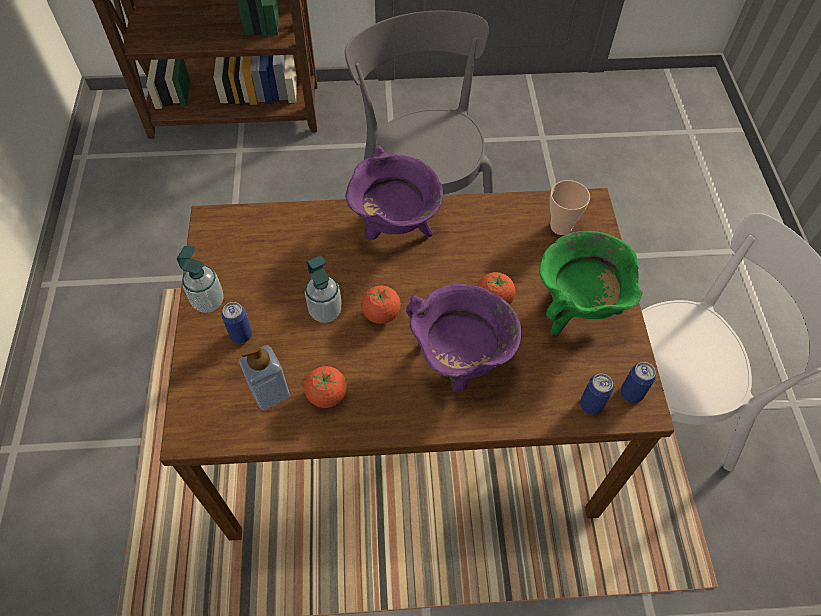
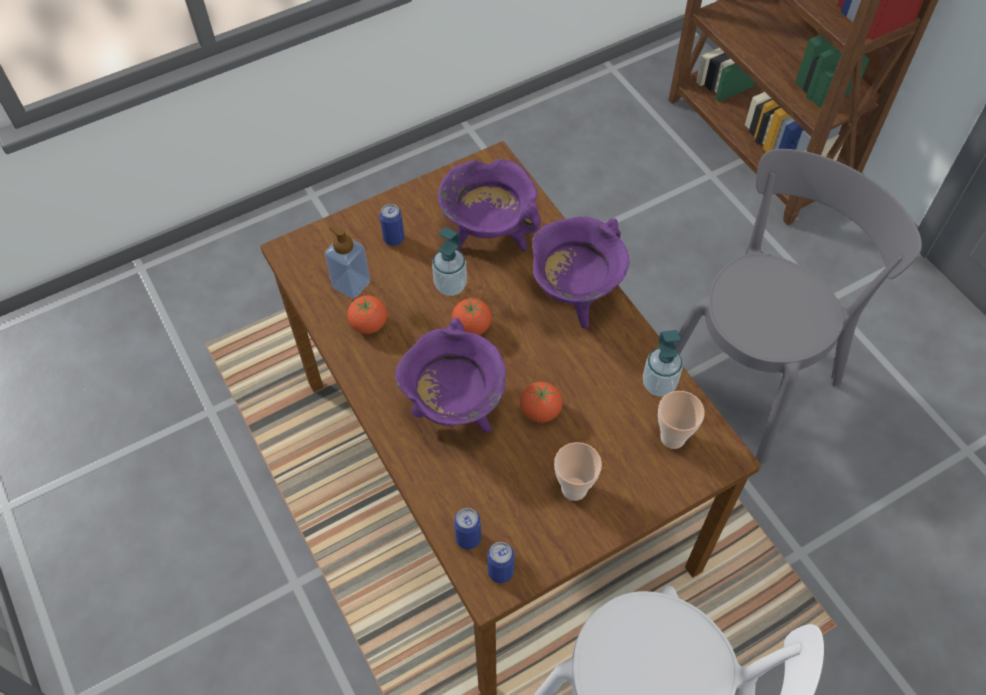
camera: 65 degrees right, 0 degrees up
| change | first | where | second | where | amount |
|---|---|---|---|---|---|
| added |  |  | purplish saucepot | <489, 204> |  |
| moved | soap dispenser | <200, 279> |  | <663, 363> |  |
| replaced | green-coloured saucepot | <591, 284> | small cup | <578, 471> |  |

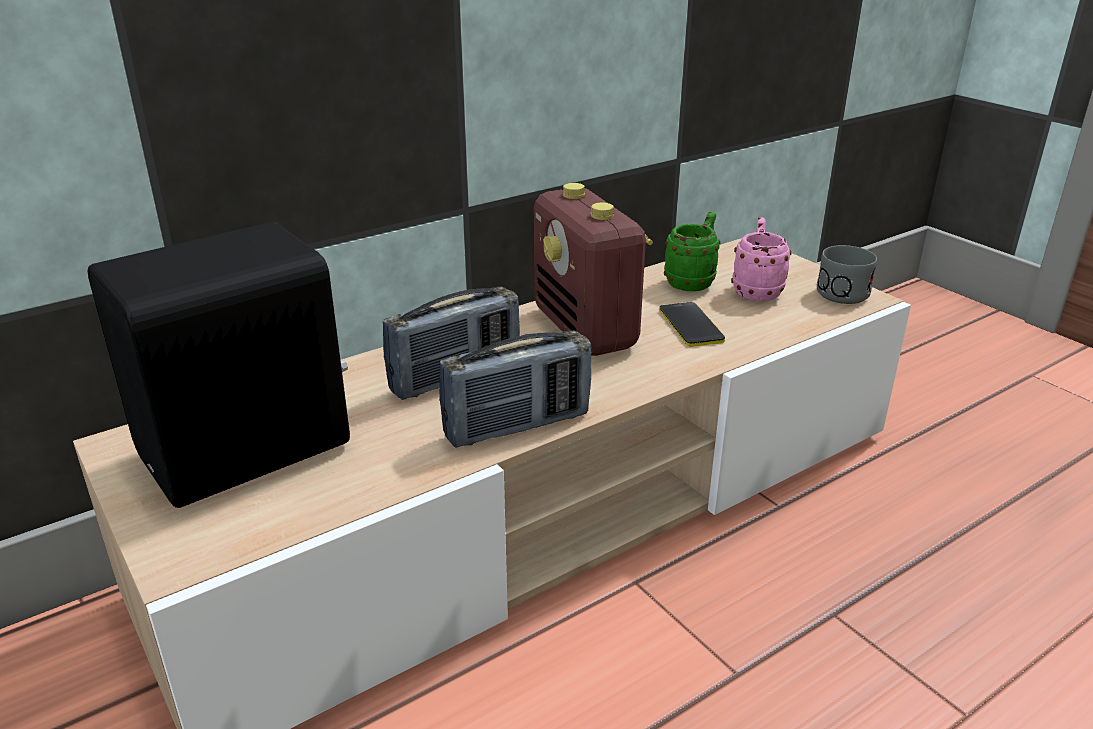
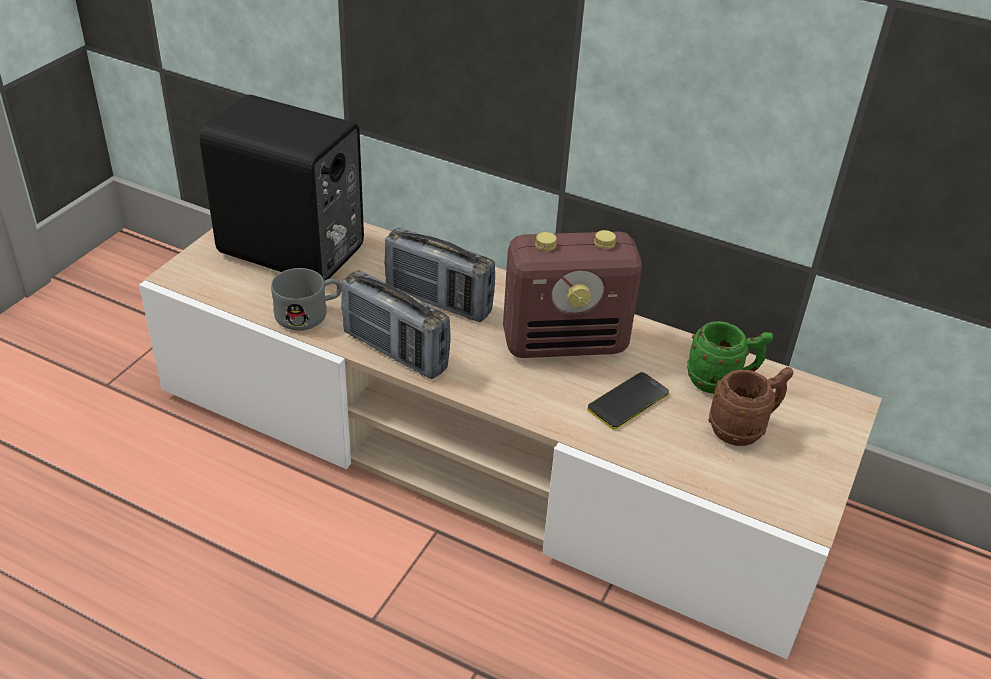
camera: 60 degrees right, 10 degrees up
| change | first | where | second | where | amount |
|---|---|---|---|---|---|
| moved | grey coffee mug | <847, 274> |  | <306, 299> |  |
| recoloured | pink coffee mug | <761, 259> | brown-coloured coffee mug | <751, 406> |  |
| turned | radio | <593, 269> |  | <572, 294> | 135 degrees counterclockwise |

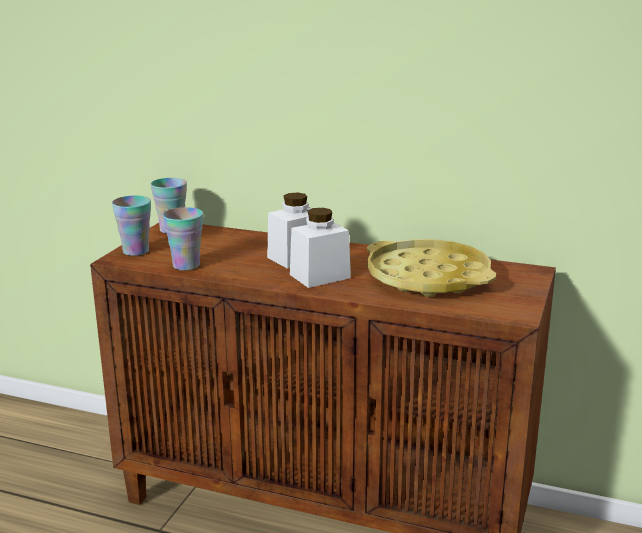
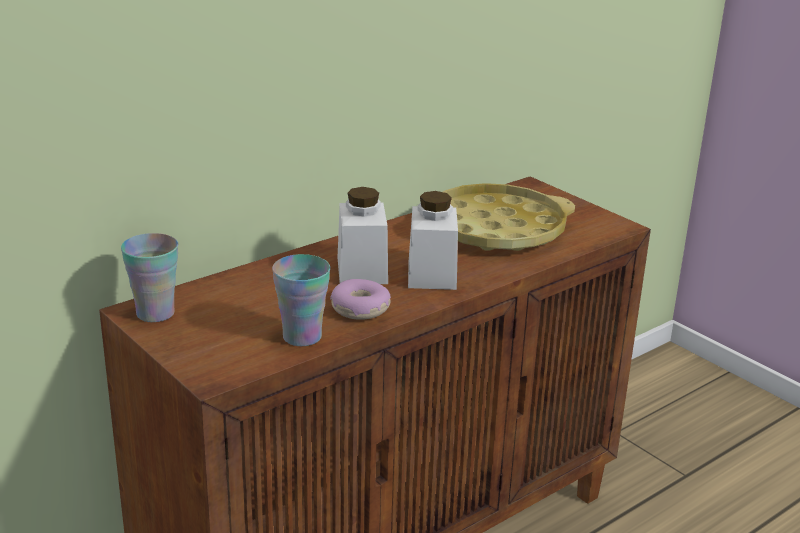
camera: 60 degrees left, 5 degrees up
| change | first | where | second | where | amount |
|---|---|---|---|---|---|
| removed | small cup | <131, 226> |  |  |  |
| added |  |  | doughnut | <360, 299> |  |

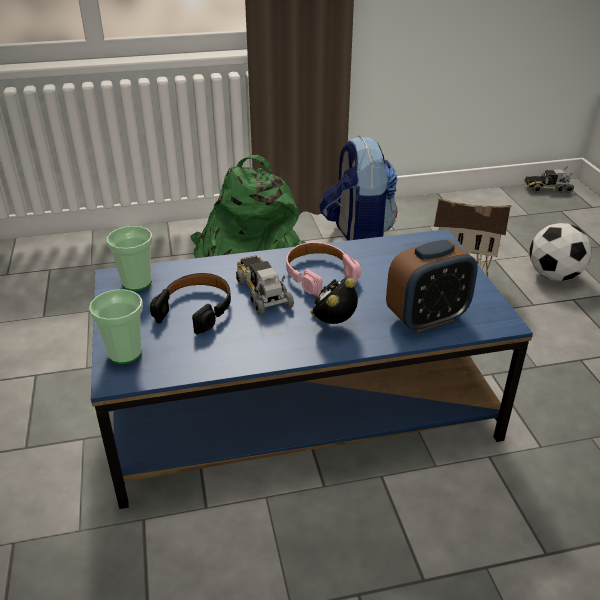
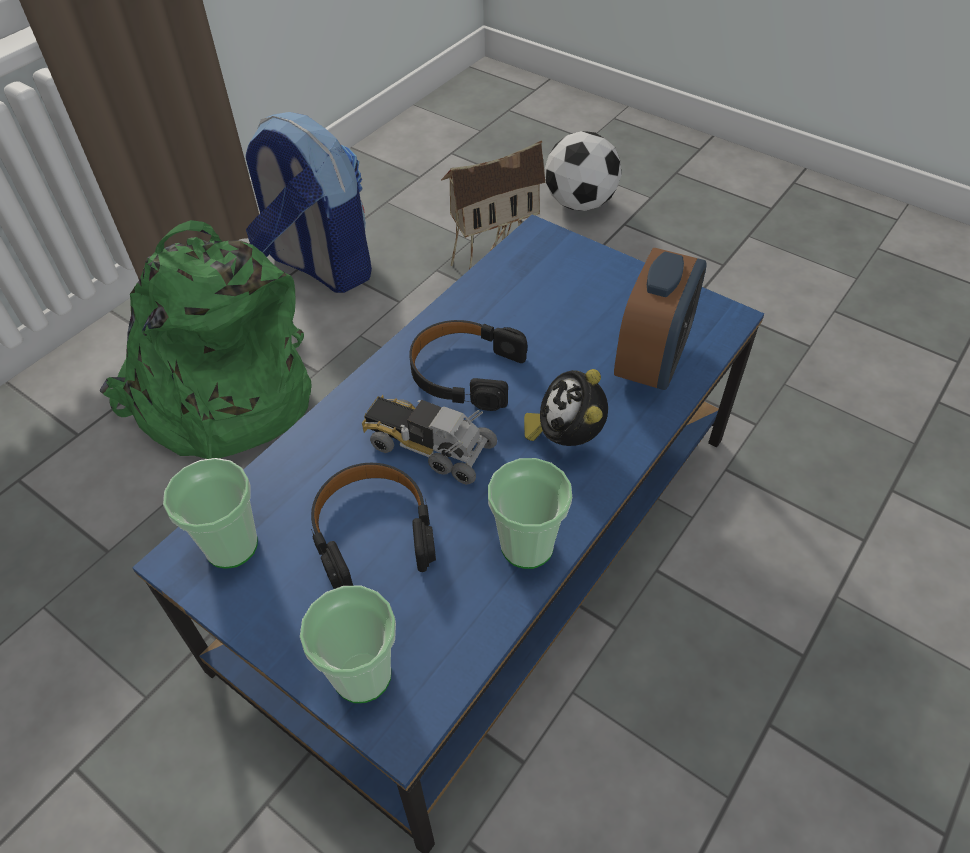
camera: 40 degrees left, 15 degrees up
| change | first | where | second | where | amount |
|---|---|---|---|---|---|
| removed | toy lorry | <549, 180> |  |  |  |
| added |  |  | small cup | <530, 513> |  |
| recoloured | pink headphones | <323, 269> | black headphones | <468, 365> |  |

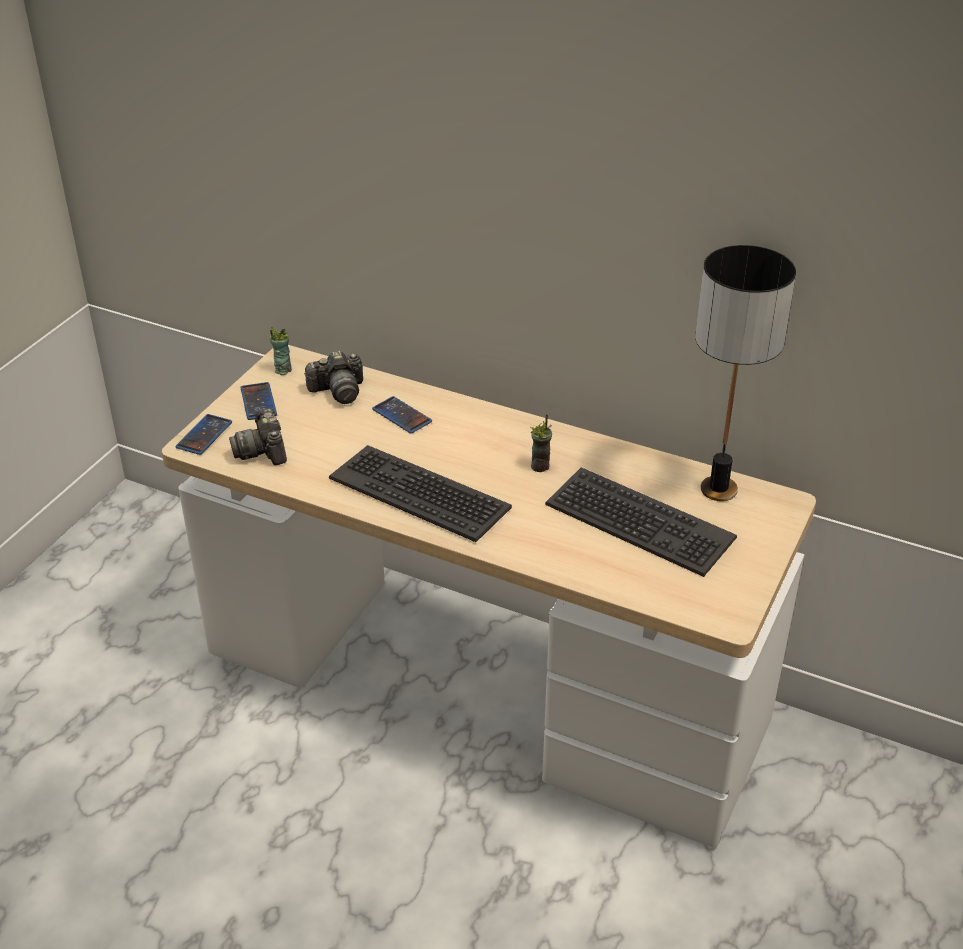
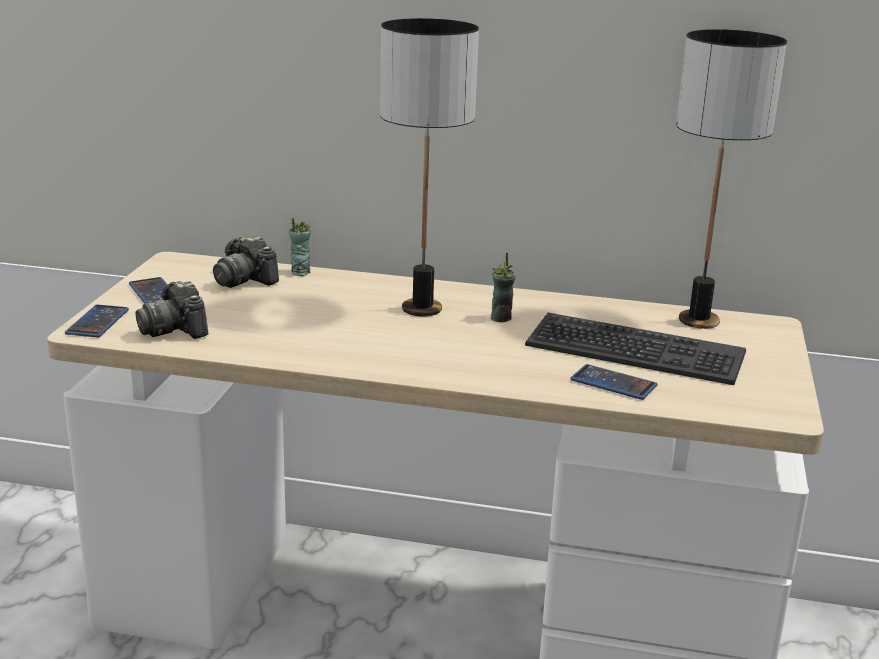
camera: 15 degrees left, 15 degrees down
| change | first | where | second | where | amount |
|---|---|---|---|---|---|
| removed | computer keyboard | <420, 493> |  |  |  |
| added |  |  | table lamp | <429, 167> |  |
| moved | small cup | <281, 351> |  | <300, 247> |  |
| moved | handset | <402, 415> |  | <614, 382> |  |
| turned | photo camera | <333, 377> |  | <246, 261> | 75 degrees clockwise |

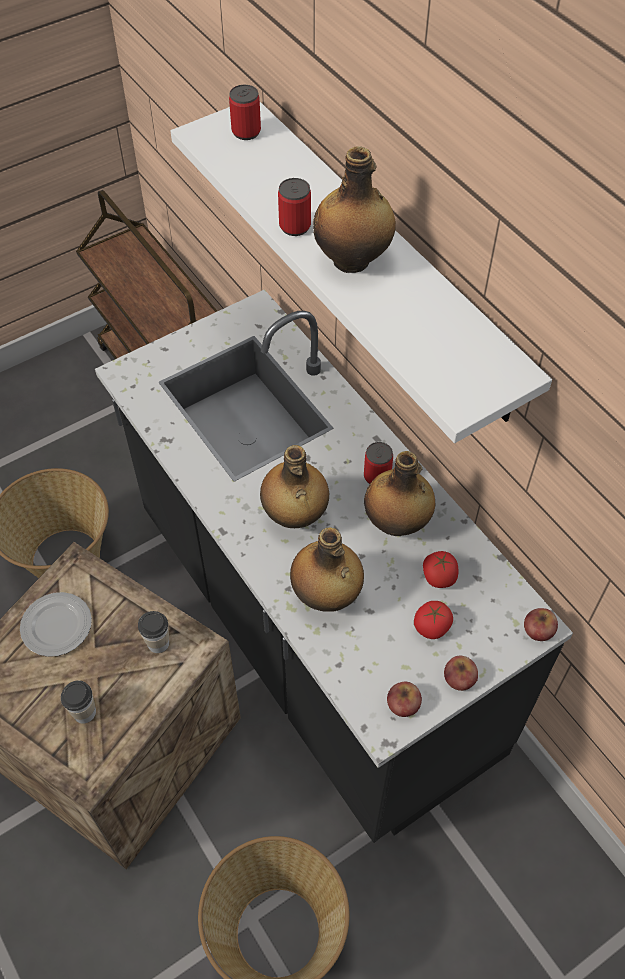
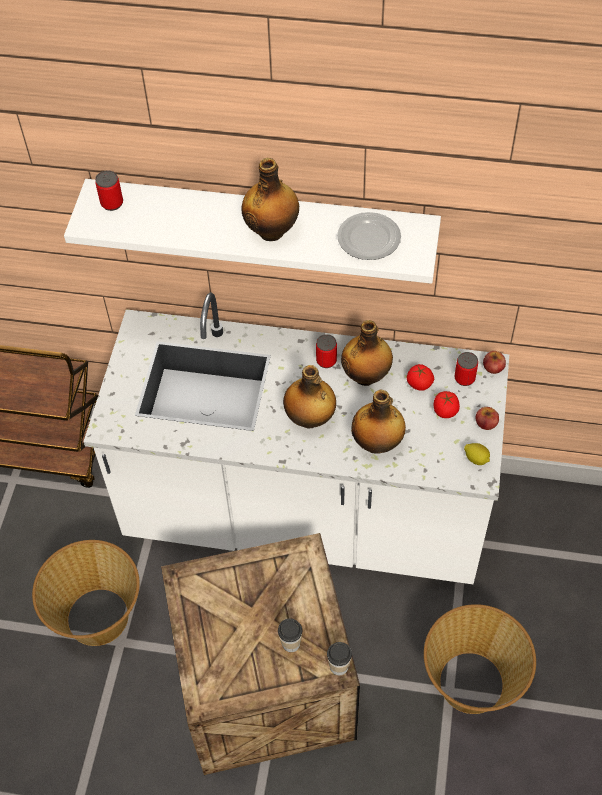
camera: 45 degrees left, 0 degrees up
| change | first | where | second | where | amount |
|---|---|---|---|---|---|
| moved | plate | <56, 624> |  | <369, 236> |  |
| moved | small cup | <153, 632> |  | <339, 658> |  |
| moved | can | <294, 207> |  | <466, 369> |  |
| replaced | whole apple | <404, 699> | whole lemon | <477, 454> |  |
| recoloured | black kitchen counter | <334, 566> | white kitchen counter | <296, 438> |  |

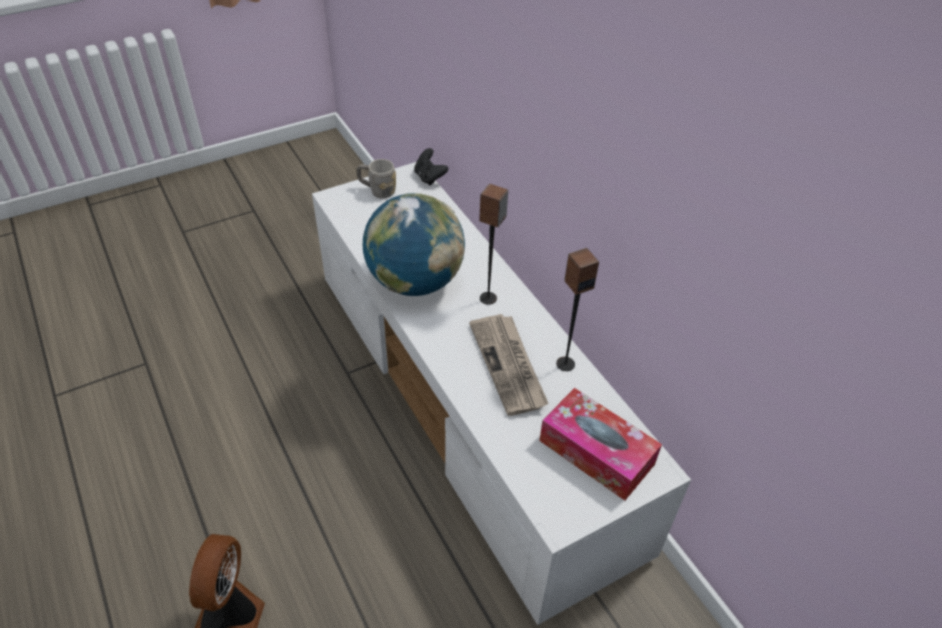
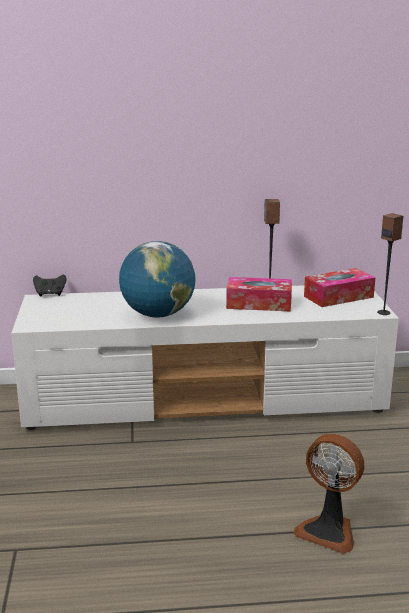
camera: 65 degrees left, 25 degrees down
| change | first | where | second | where | amount |
|---|---|---|---|---|---|
| removed | grey coffee mug | <376, 179> |  |  |  |
| moved | loudspeaker | <493, 244> |  | <390, 264> |  |
| replaced | newspaper | <509, 365> | tissue holder | <259, 294> |  |

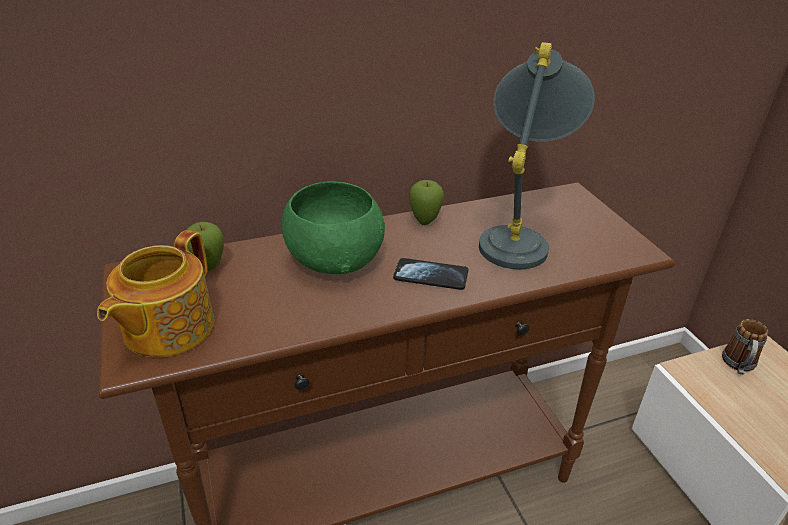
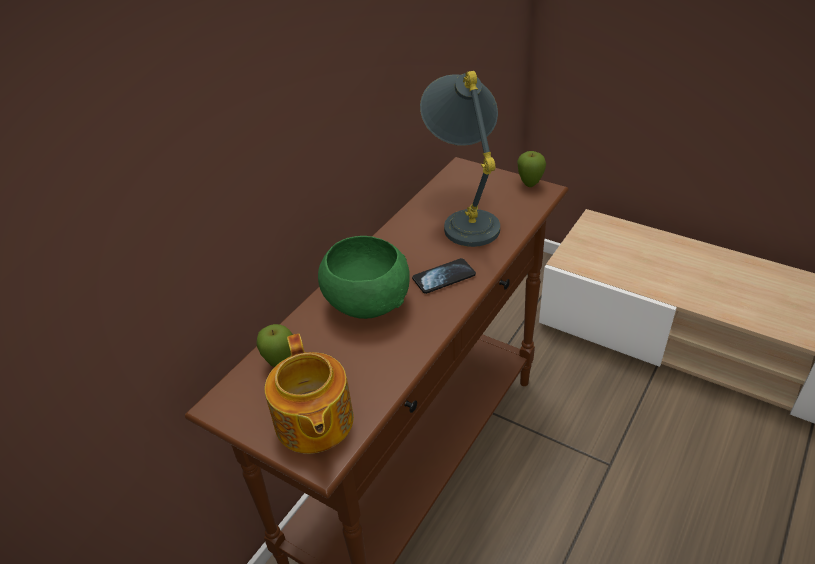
camera: 35 degrees left, 5 degrees up
| change | first | where | second | where | amount |
|---|---|---|---|---|---|
| removed | coffee mug | <745, 347> |  |  |  |
| moved | whole apple | <426, 202> |  | <531, 169> |  |

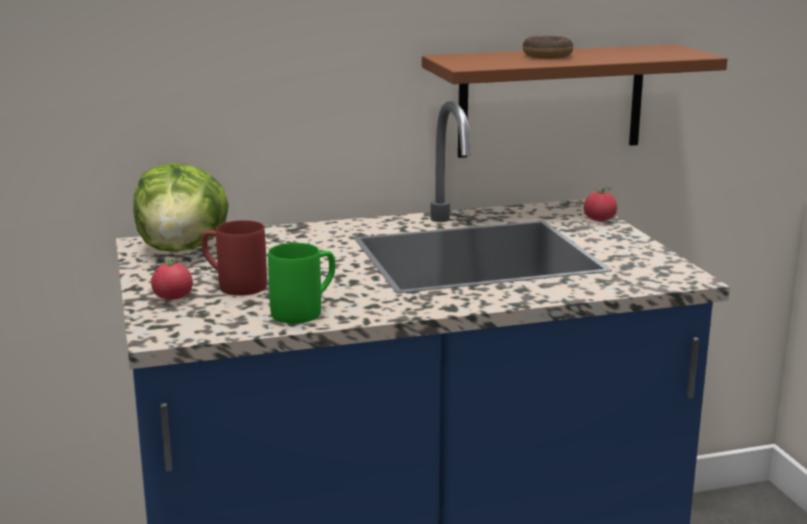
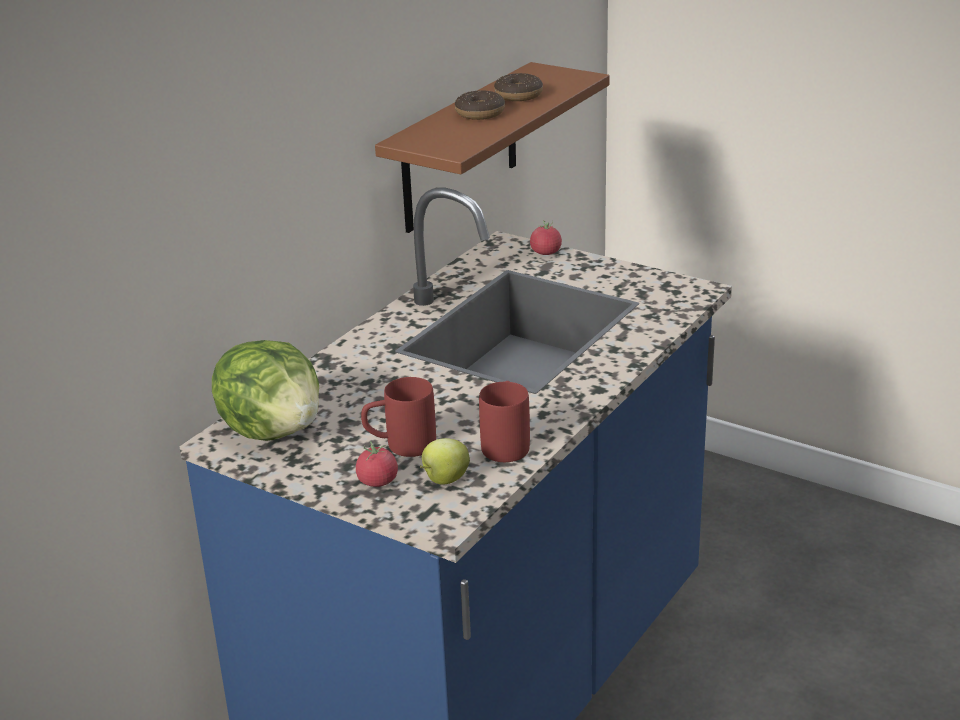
camera: 40 degrees left, 10 degrees up
| change | first | where | second | where | amount |
|---|---|---|---|---|---|
| added |  |  | whole apple | <445, 461> |  |
| added |  |  | doughnut | <518, 87> |  |
| recoloured | green-coloured coffee mug | <301, 283> | reddish coffee mug | <504, 421> |  |

